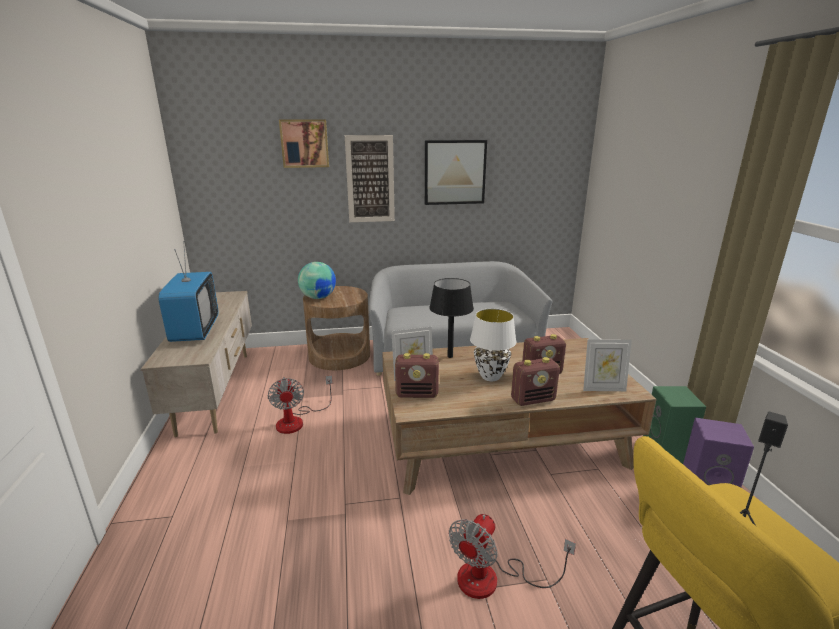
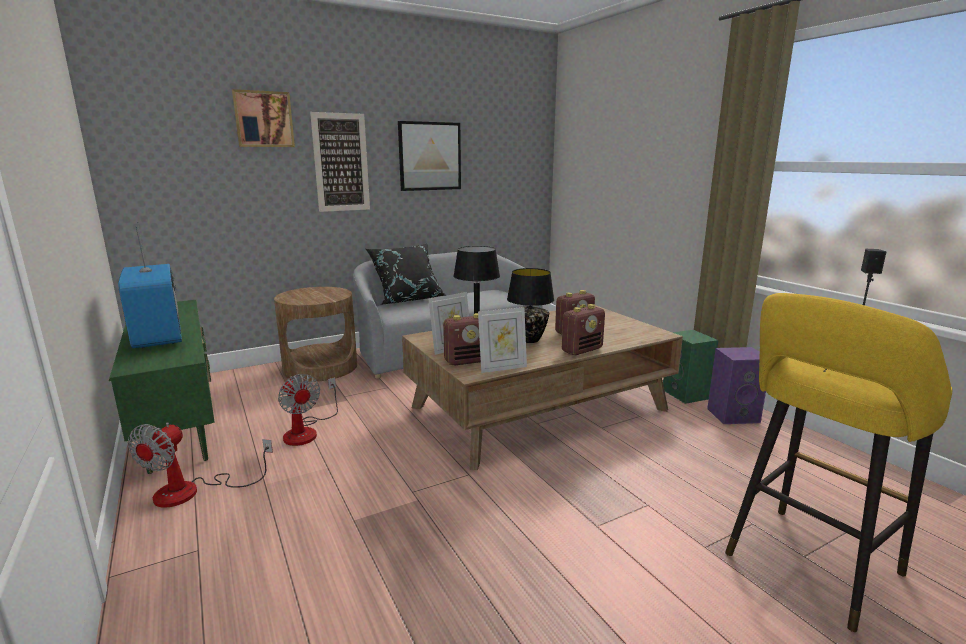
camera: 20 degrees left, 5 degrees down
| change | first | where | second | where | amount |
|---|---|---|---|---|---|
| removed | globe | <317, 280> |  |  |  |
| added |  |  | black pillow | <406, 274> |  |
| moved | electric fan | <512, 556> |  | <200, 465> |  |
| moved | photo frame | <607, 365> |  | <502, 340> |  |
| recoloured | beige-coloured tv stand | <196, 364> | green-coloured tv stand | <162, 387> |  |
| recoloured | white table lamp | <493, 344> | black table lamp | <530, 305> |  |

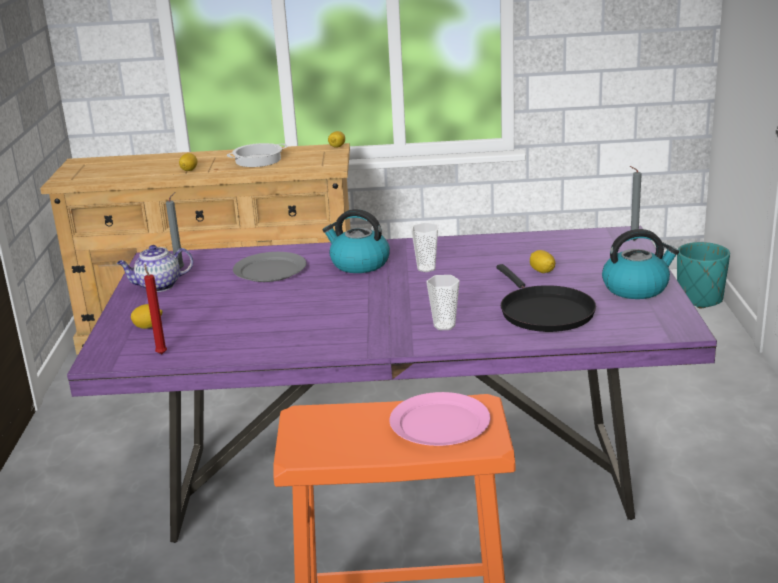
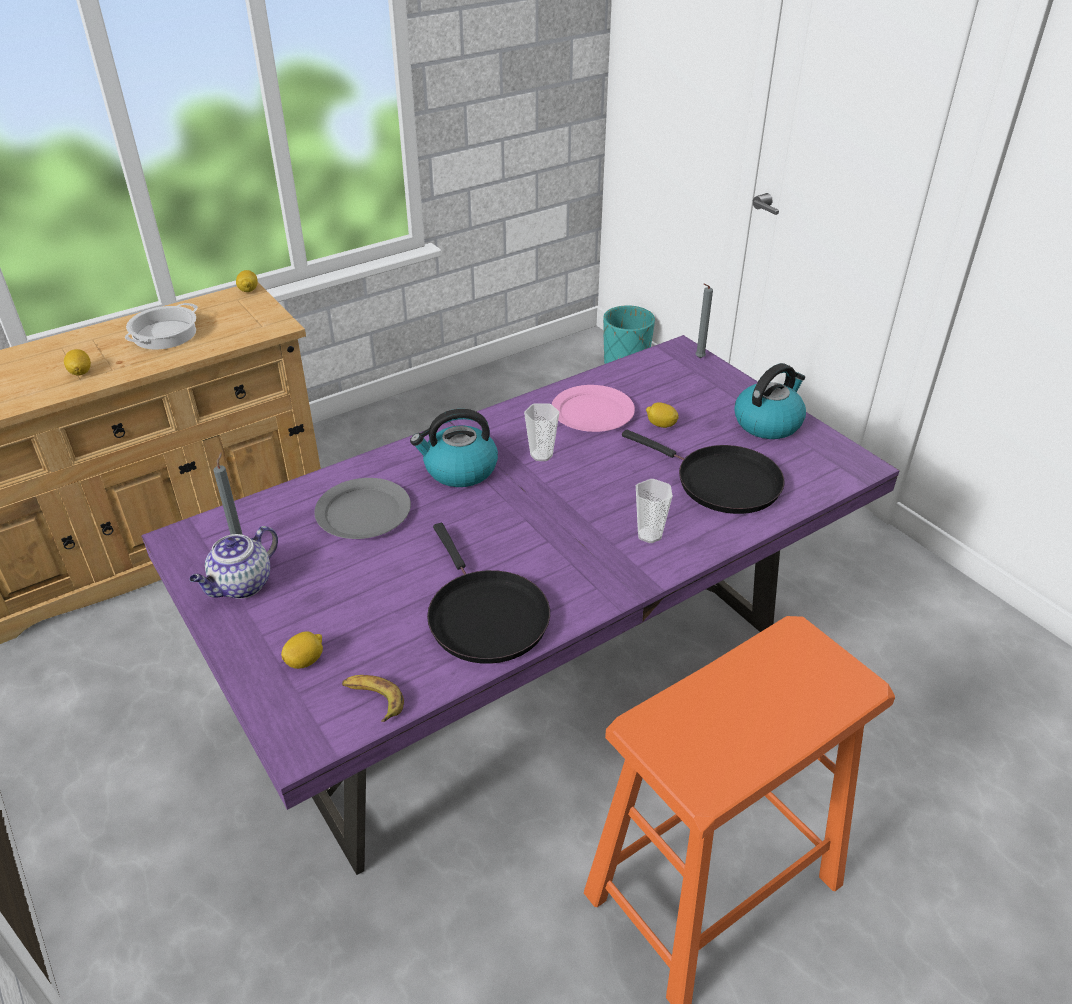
camera: 35 degrees left, 15 degrees up
| change | first | where | second | where | amount |
|---|---|---|---|---|---|
| added |  |  | black pan | <488, 593> |  |
| moved | pink plate | <440, 419> |  | <593, 408> |  |
| replaced | reddish wax light | <155, 309> | whole banana | <373, 698> |  |

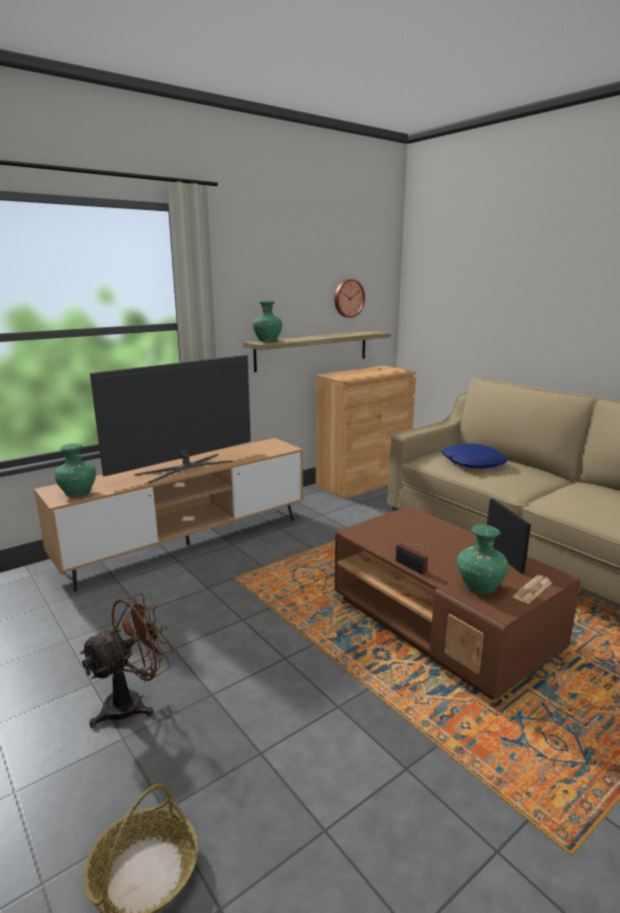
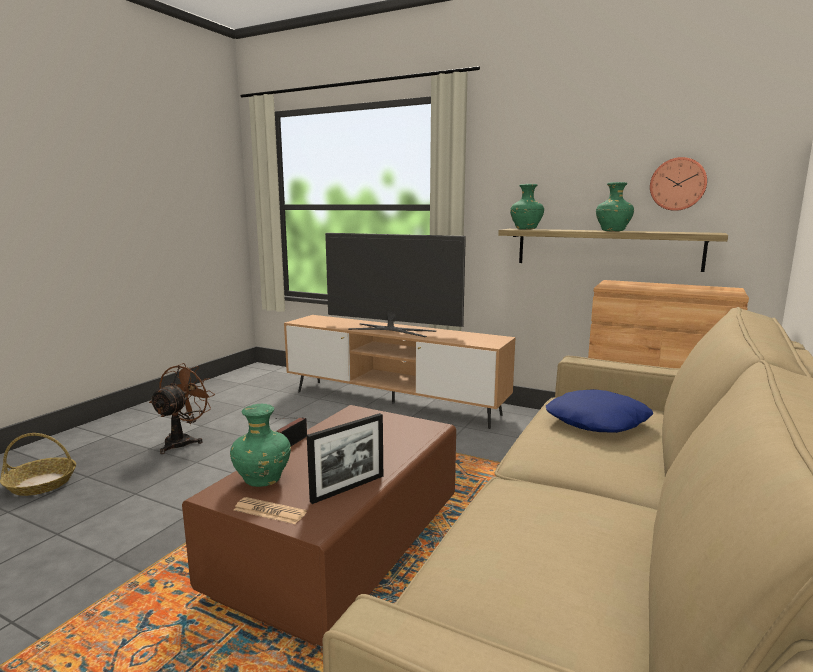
camera: 65 degrees right, 5 degrees down
| change | first | where | second | where | amount |
|---|---|---|---|---|---|
| moved | green-coloured flower vase | <75, 470> |  | <615, 206> |  |
| turned | brown-coloured electric fan | <126, 660> |  | <182, 408> | 90 degrees counterclockwise |

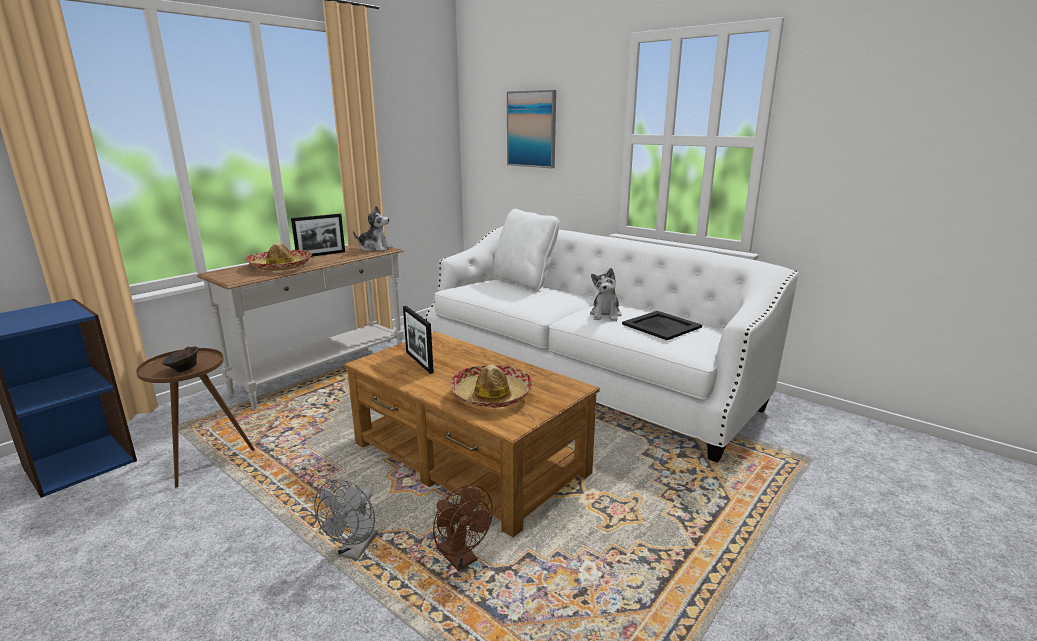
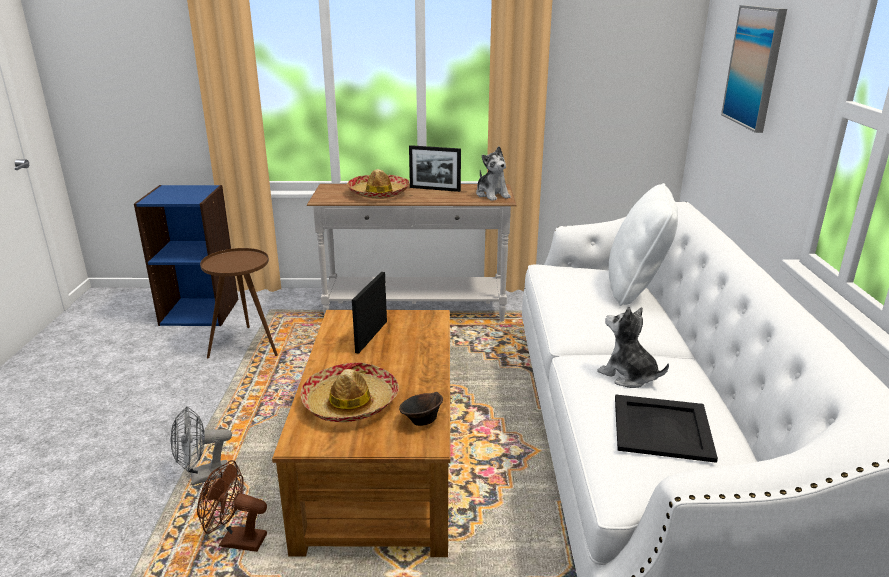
camera: 50 degrees right, 5 degrees up
| change | first | where | second | where | amount |
|---|---|---|---|---|---|
| moved | brown-coloured serving bowl | <180, 360> |  | <421, 409> |  |
| turned | brown-coloured electric fan | <463, 528> |  | <232, 506> | 90 degrees clockwise |
| turned | cuddly toy | <606, 294> |  | <633, 347> | 75 degrees clockwise |

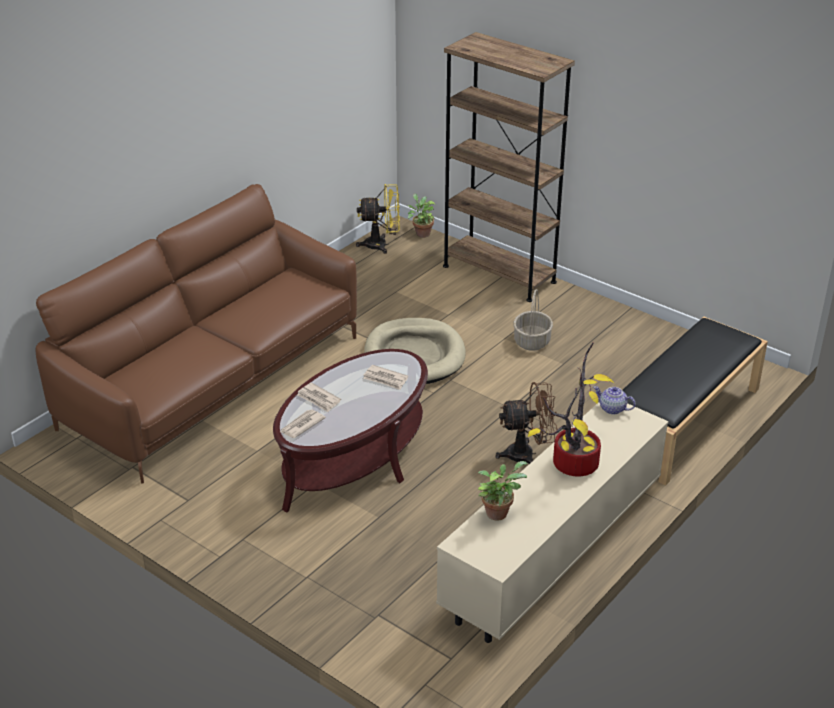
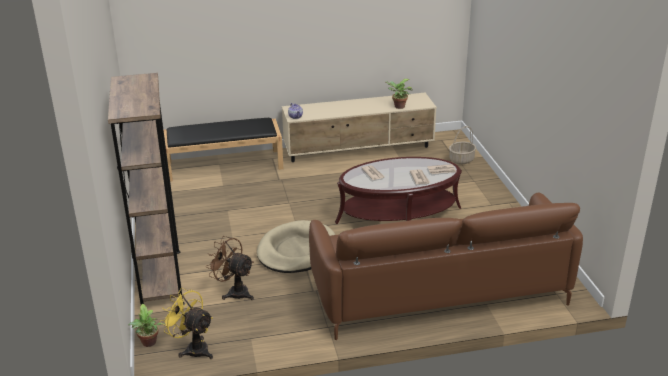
camera: 140 degrees left, 5 degrees down
| change | first | where | second | where | amount |
|---|---|---|---|---|---|
| removed | houseplant | <571, 409> |  |  |  |
| moved | brown-coloured electric fan | <526, 423> |  | <230, 268> |  |
| moved | household basket | <533, 320> |  | <462, 145> |  |

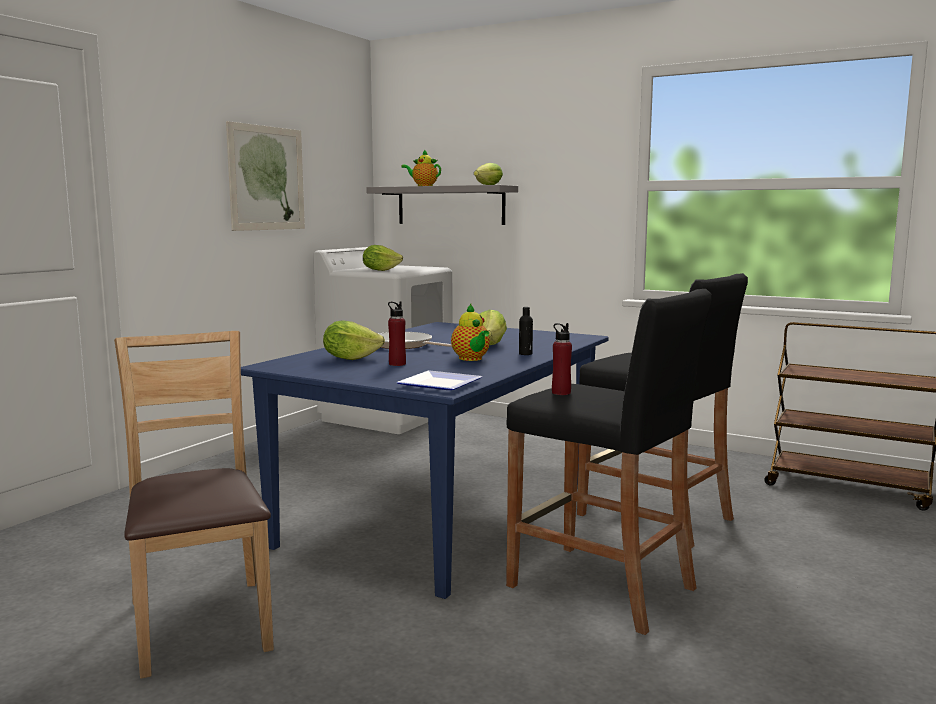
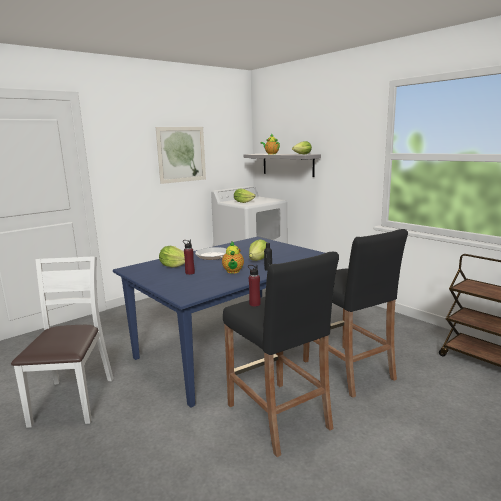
camera: 20 degrees right, 5 degrees up
| change | first | where | second | where | amount |
|---|---|---|---|---|---|
| removed | plate | <439, 380> |  |  |  |
| recoloured | brown-coloured chair | <194, 505> | white chair | <62, 342> |  |

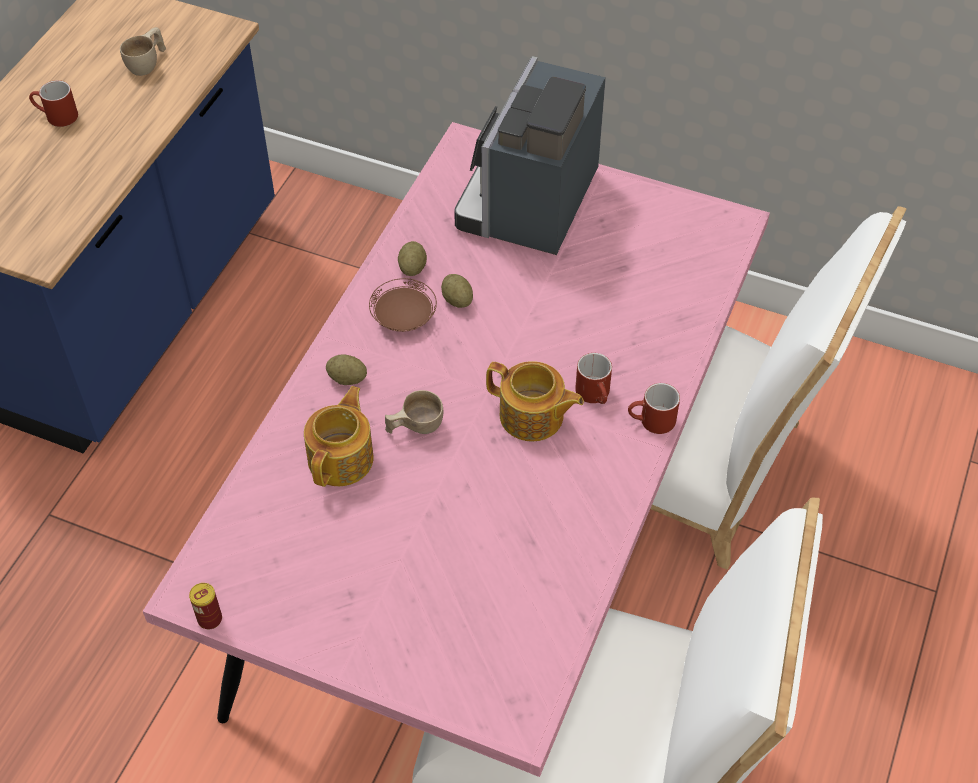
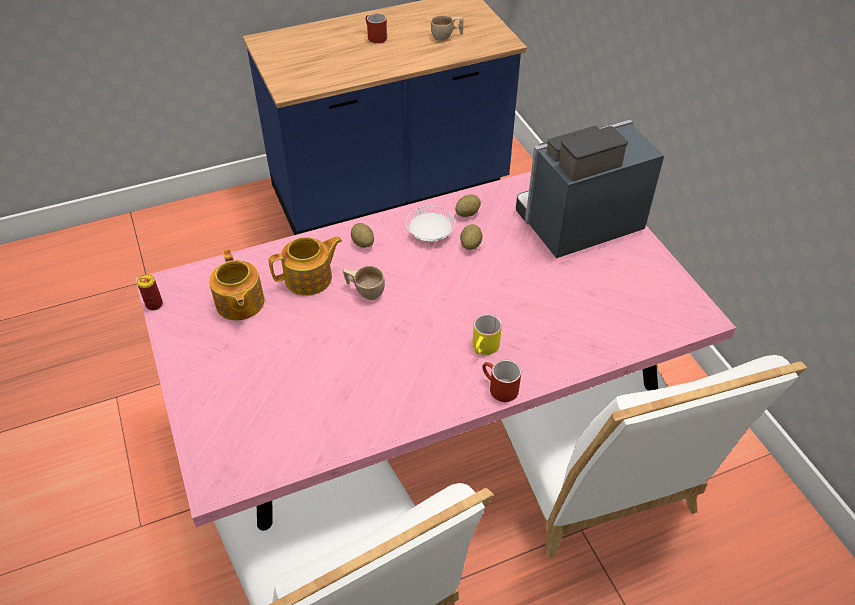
camera: 45 degrees right, 5 degrees down
| change | first | where | second | where | amount |
|---|---|---|---|---|---|
| moved | pot for tea | <535, 401> |  | <237, 285> |  |
| recoloured | brown-coloured plate | <403, 305> | white plate | <430, 223> |  |
| recoloured | reddish coffee mug | <593, 378> | yellow-coloured coffee mug | <487, 334> |  |

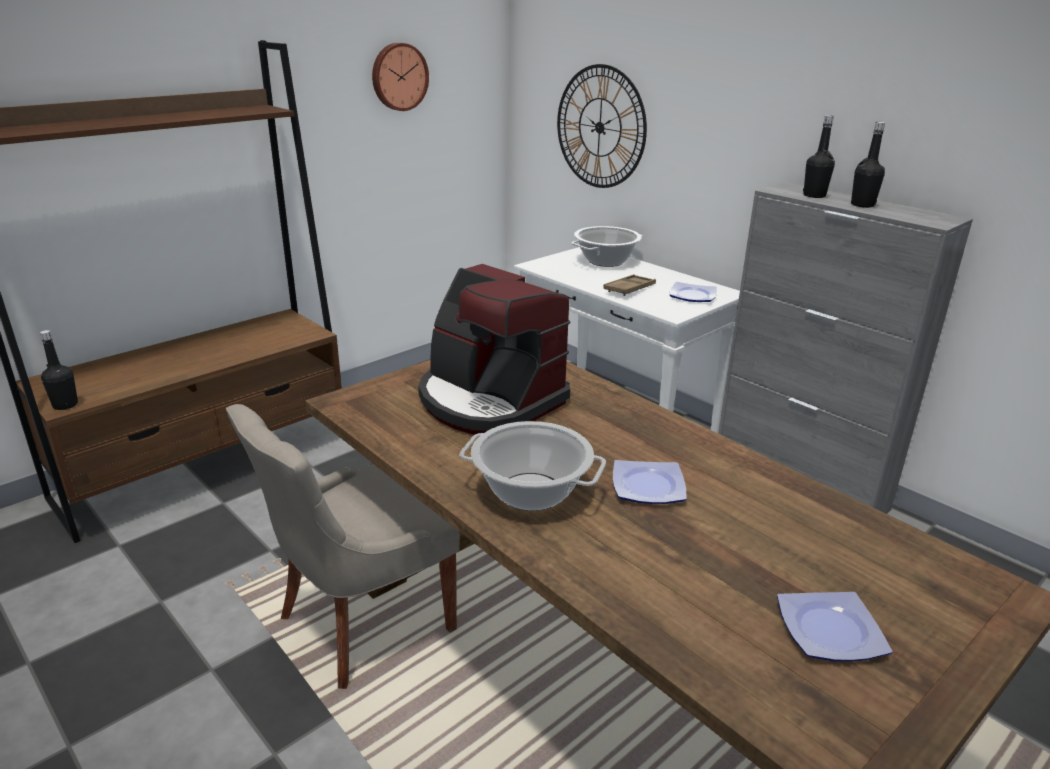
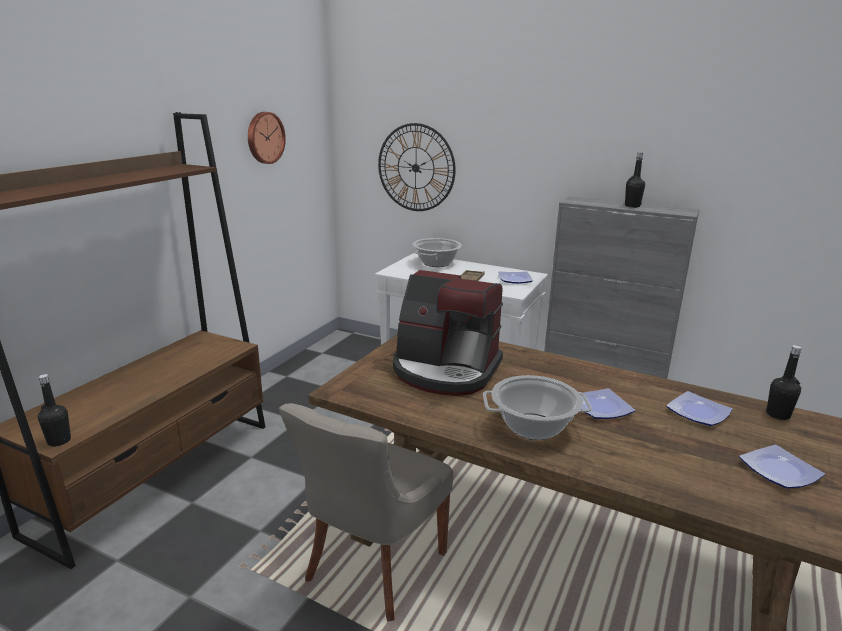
camera: 20 degrees left, 5 degrees down
| change | first | where | second | where | amount |
|---|---|---|---|---|---|
| added |  |  | plate | <699, 408> |  |
| moved | black drink bottle | <819, 156> |  | <784, 382> |  |

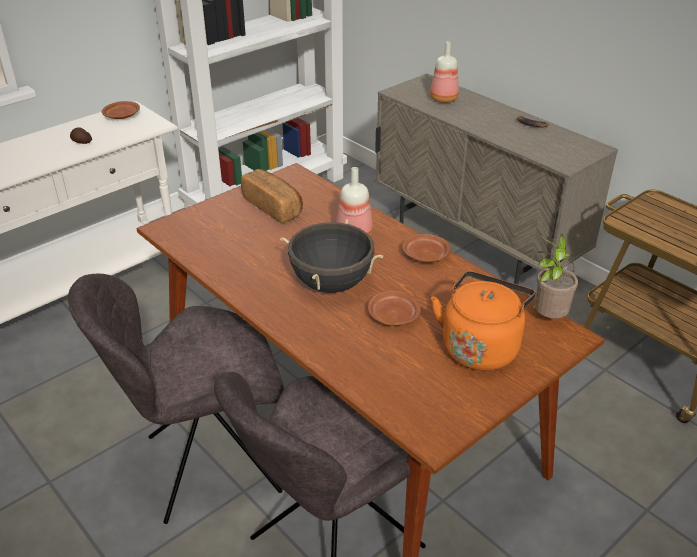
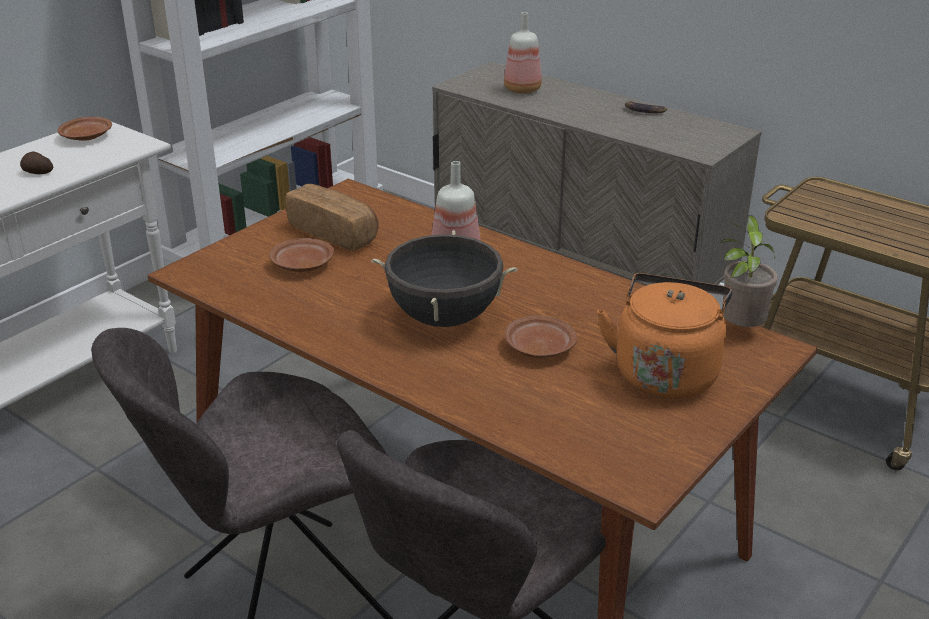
camera: 10 degrees left, 5 degrees down
| change | first | where | second | where | amount |
|---|---|---|---|---|---|
| moved | brown-coloured plate | <426, 248> |  | <301, 255> |  |

